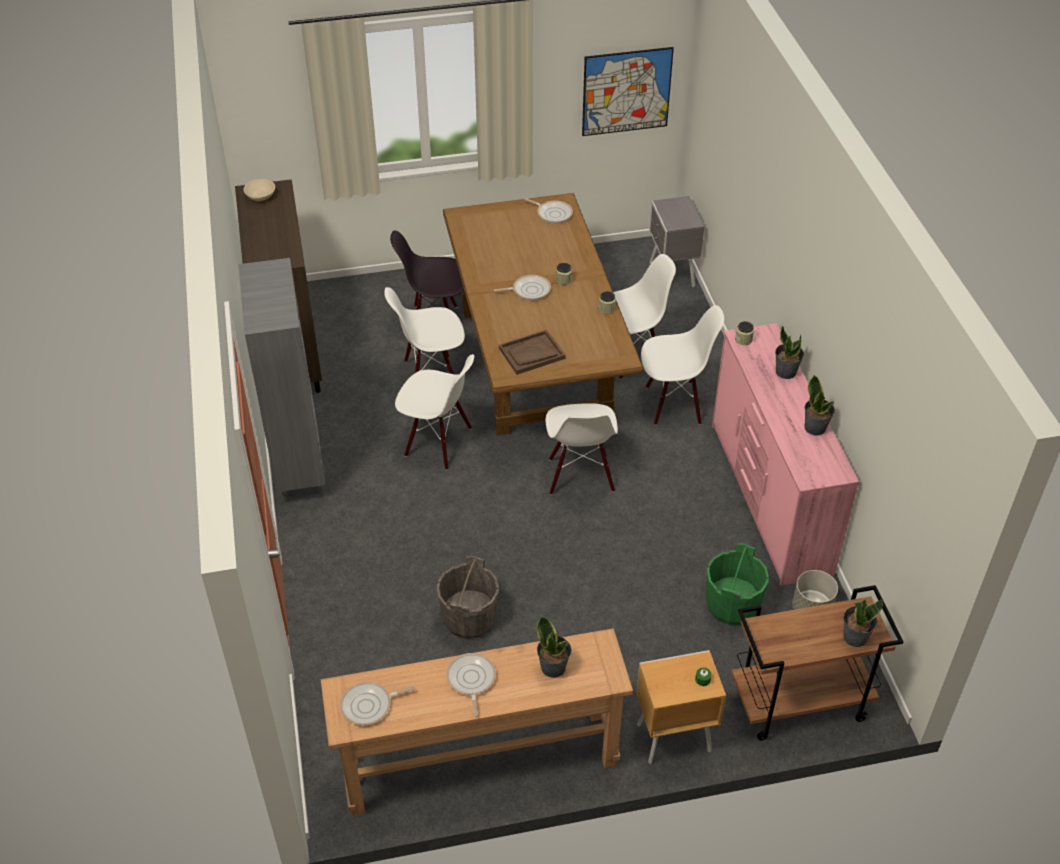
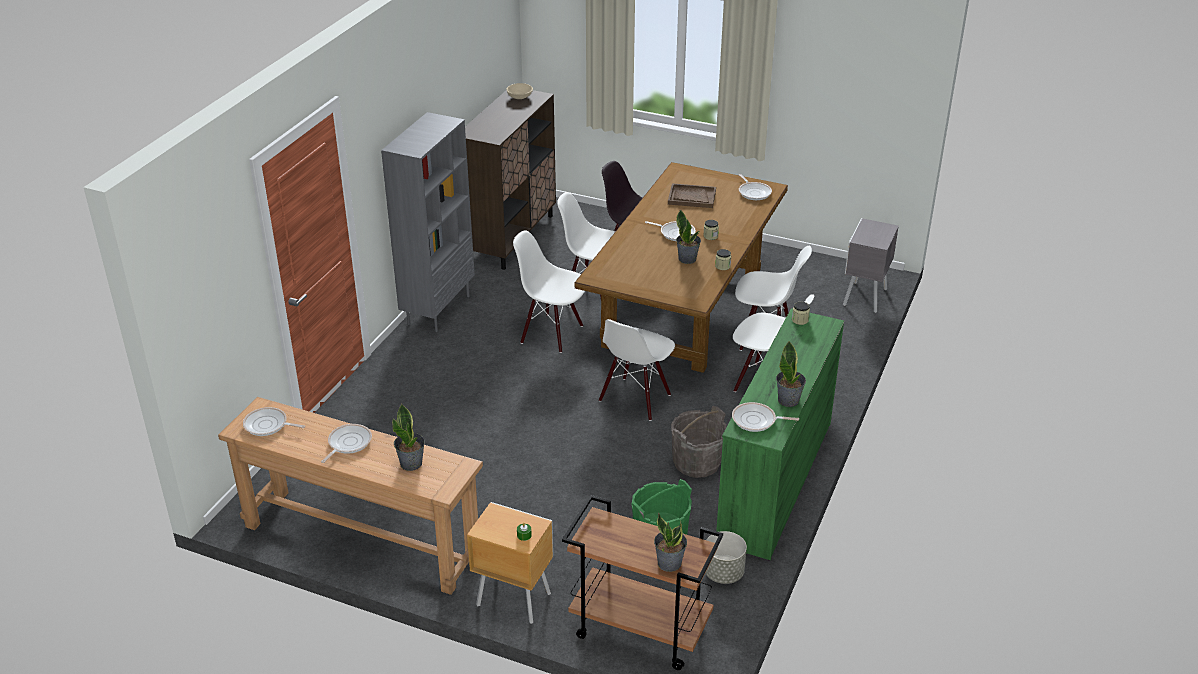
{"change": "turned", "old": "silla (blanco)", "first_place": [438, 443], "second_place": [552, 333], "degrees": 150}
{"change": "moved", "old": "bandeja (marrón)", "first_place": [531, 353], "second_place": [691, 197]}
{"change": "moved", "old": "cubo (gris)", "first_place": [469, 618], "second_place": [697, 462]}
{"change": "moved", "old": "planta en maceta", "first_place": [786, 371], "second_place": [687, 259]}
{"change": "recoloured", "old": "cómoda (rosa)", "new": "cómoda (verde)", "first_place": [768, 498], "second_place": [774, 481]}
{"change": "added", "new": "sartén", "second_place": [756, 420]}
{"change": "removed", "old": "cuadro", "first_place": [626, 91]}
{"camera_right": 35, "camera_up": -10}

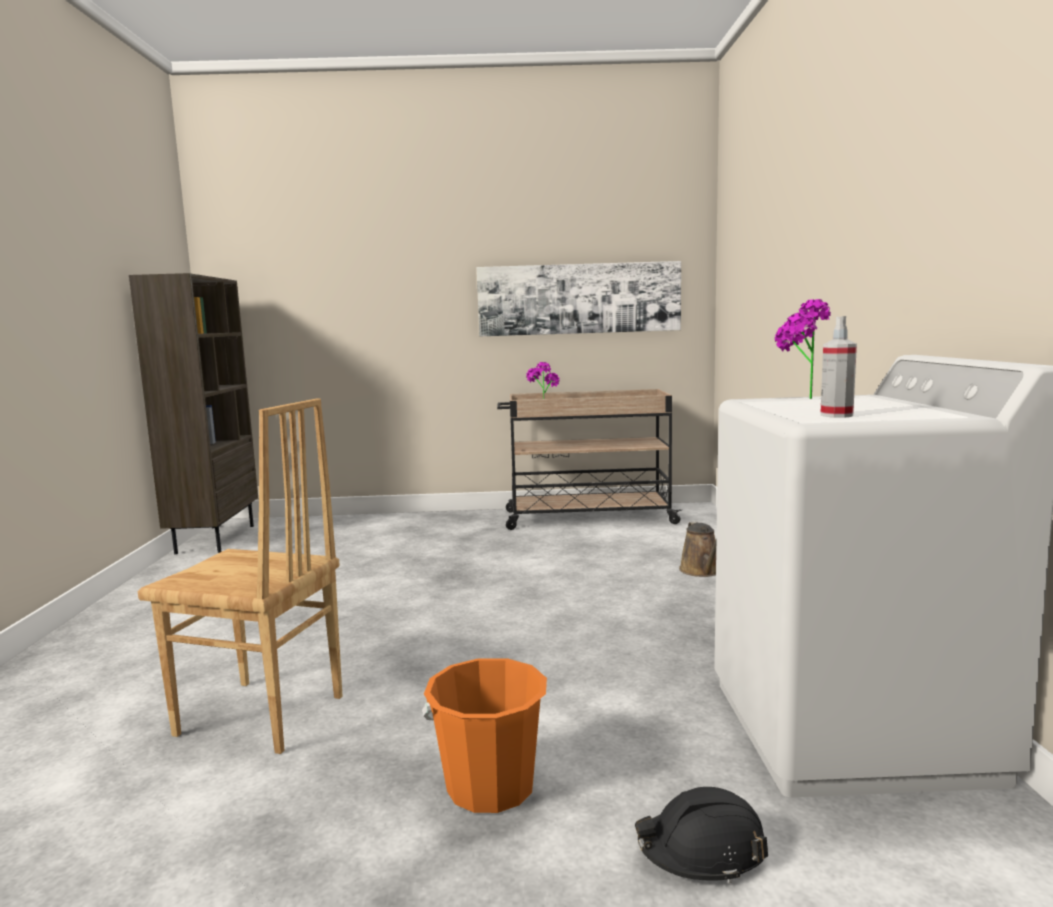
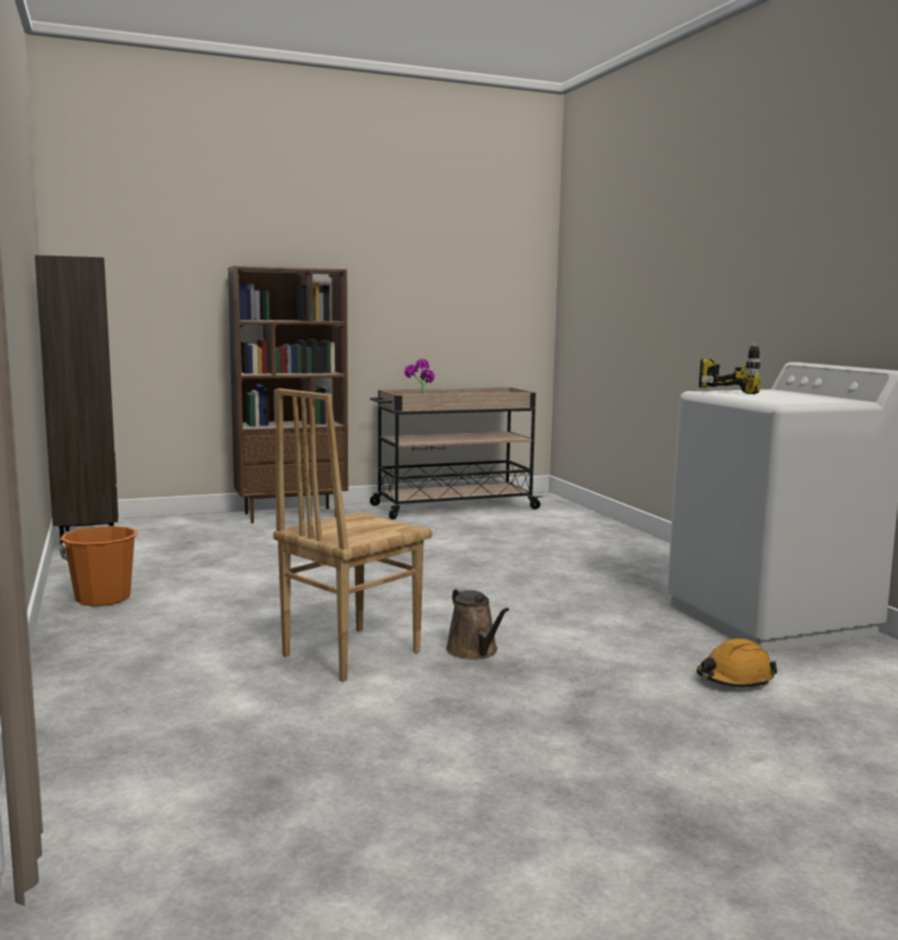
{"change": "moved", "old": "cubo (naranja)", "first_place": [490, 787], "second_place": [103, 598]}
{"change": "added", "new": "estantería (marrón)", "second_place": [291, 515]}
{"change": "turned", "old": "silla (marrón)", "first_place": [260, 717], "second_place": [349, 653], "degrees": 135}
{"change": "moved", "old": "regadera (marrón)", "first_place": [702, 571], "second_place": [474, 651]}
{"change": "recoloured", "old": "casco (negro)", "new": "casco (naranja)", "first_place": [702, 851], "second_place": [734, 679]}
{"change": "replaced", "old": "planta en maceta", "new": "taladro", "first_place": [798, 399], "second_place": [734, 391]}
{"change": "removed", "old": "cuadro", "first_place": [579, 299]}
{"change": "removed", "old": "pulverizador", "first_place": [836, 415]}
{"camera_right": -20, "camera_up": 0}

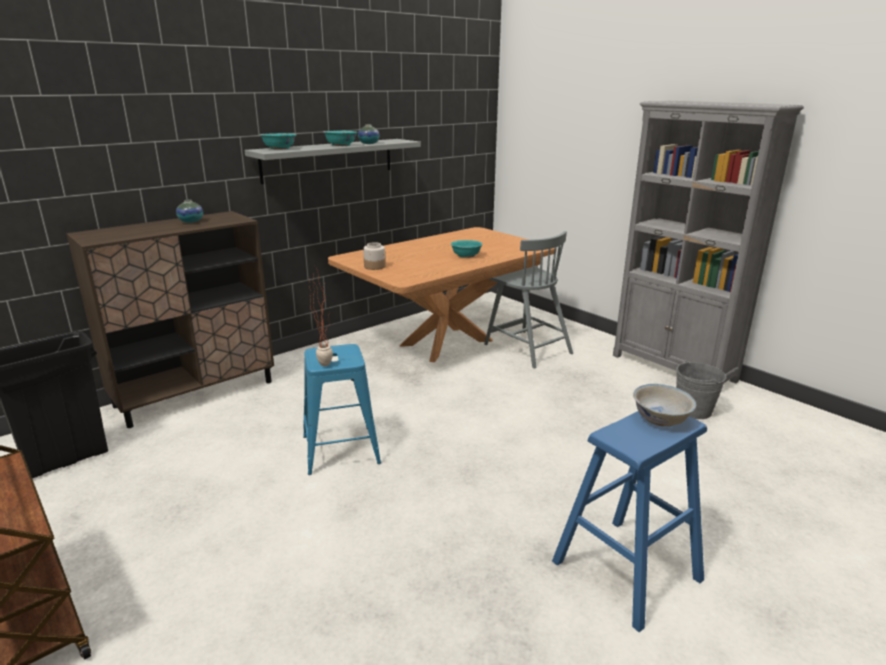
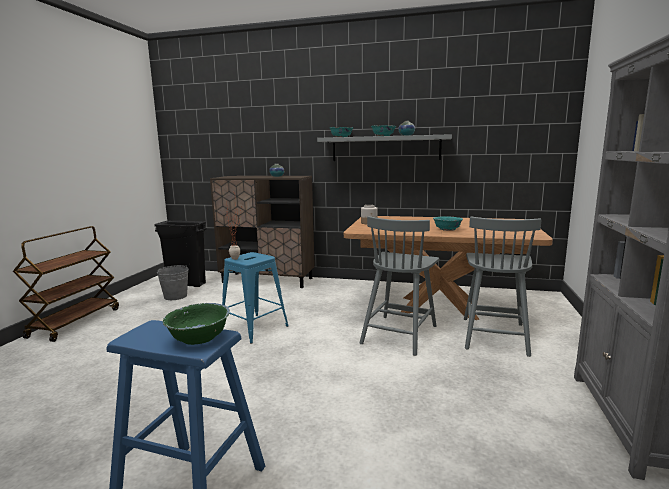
{"change": "moved", "old": "cubo (gris)", "first_place": [693, 410], "second_place": [175, 296]}
{"change": "recoloured", "old": "cuenco (blanco)", "new": "cuenco (verde)", "first_place": [660, 418], "second_place": [199, 337]}
{"change": "added", "new": "silla (gris)", "second_place": [399, 333]}
{"camera_right": 55, "camera_up": -10}

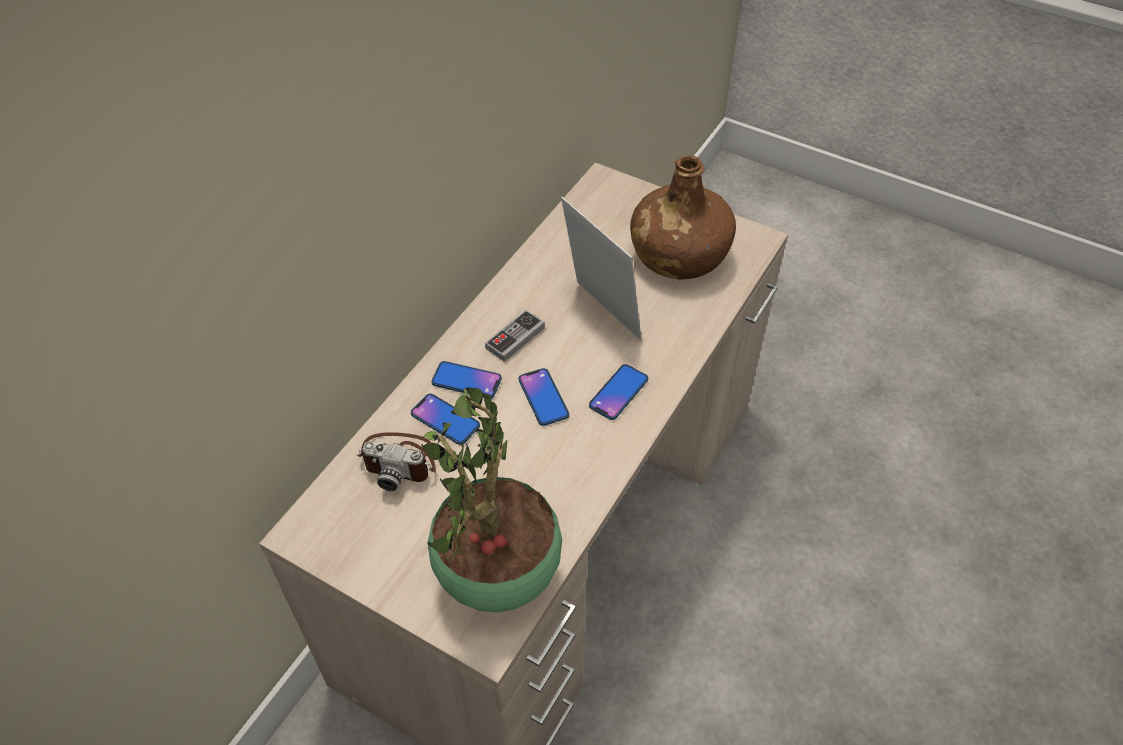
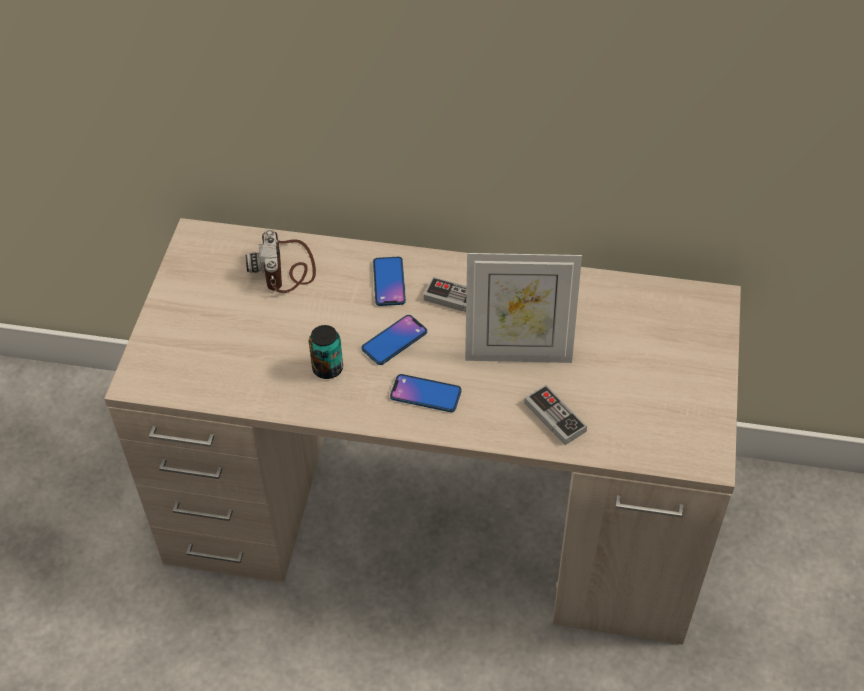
{"change": "added", "new": "lata", "second_place": [327, 368]}
{"change": "turned", "old": "portarretratos", "first_place": [600, 314], "second_place": [518, 352], "degrees": 60}
{"change": "added", "new": "mando de consola", "second_place": [555, 417]}
{"change": "removed", "old": "móvil", "first_place": [445, 420]}
{"change": "removed", "old": "planta en maceta", "first_place": [498, 578]}
{"change": "removed", "old": "botella (marrón)", "first_place": [678, 255]}
{"camera_right": 70, "camera_up": 0}

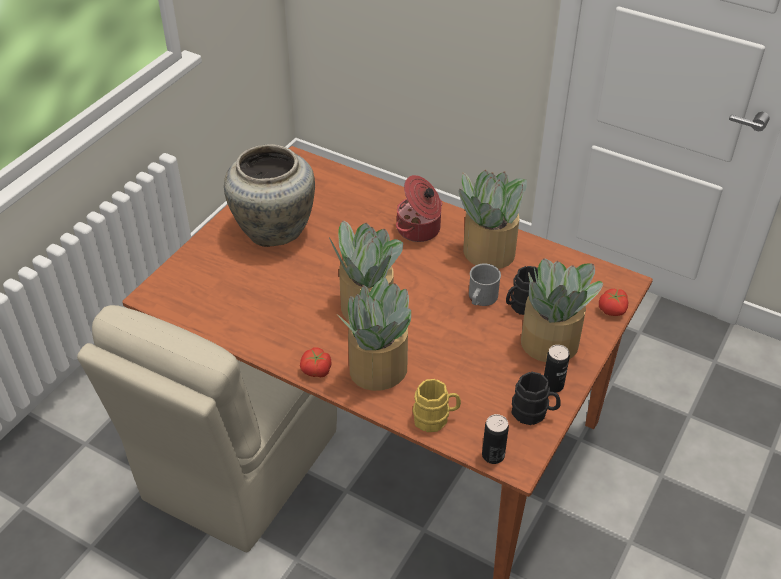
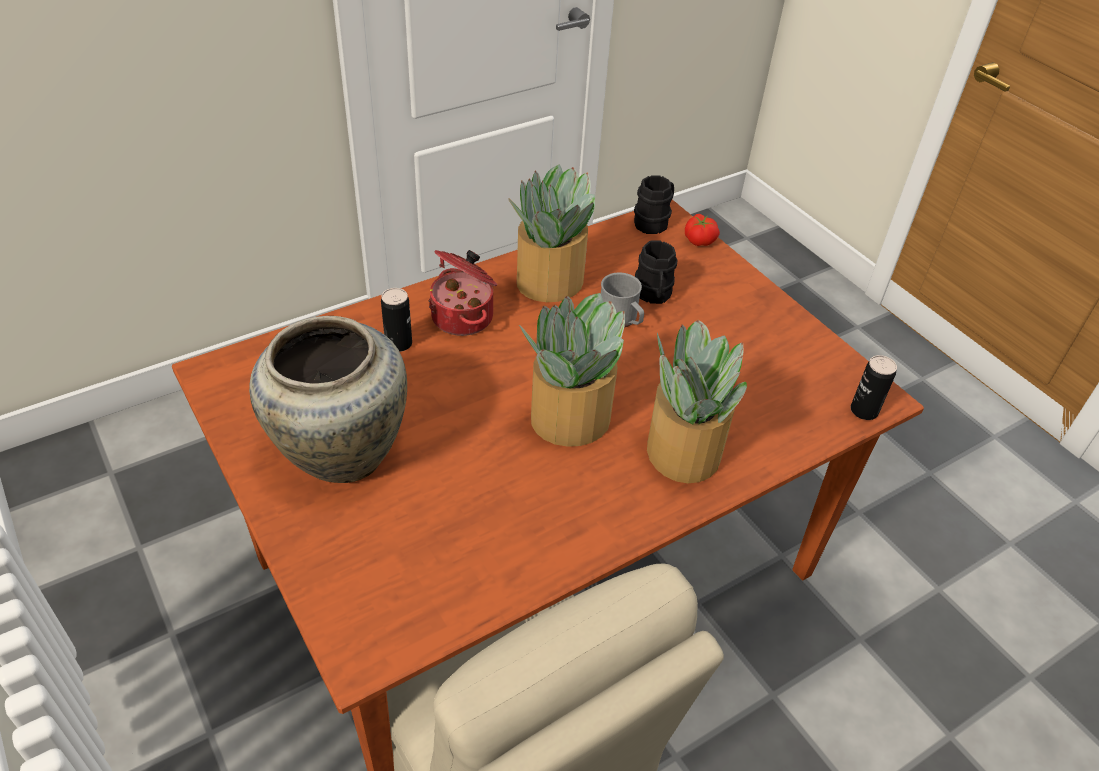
{"change": "moved", "old": "lata", "first_place": [553, 385], "second_place": [398, 344]}
{"change": "moved", "old": "taza grande (negro)", "first_place": [534, 413], "second_place": [654, 222]}
{"change": "removed", "old": "tomate", "first_place": [316, 370]}
{"change": "removed", "old": "taza grande (amarillo)", "first_place": [436, 418]}
{"change": "removed", "old": "planta en maceta", "first_place": [551, 343]}
{"camera_right": -65, "camera_up": 0}

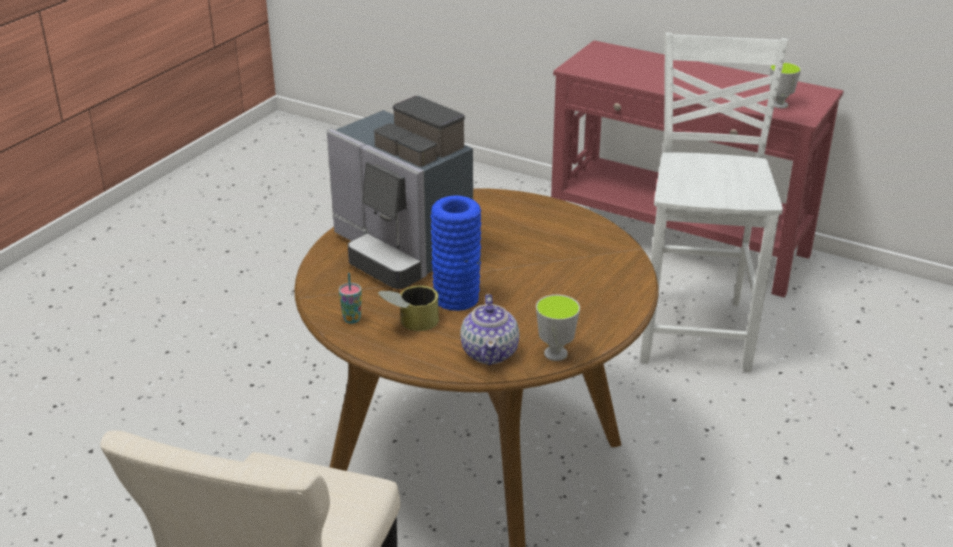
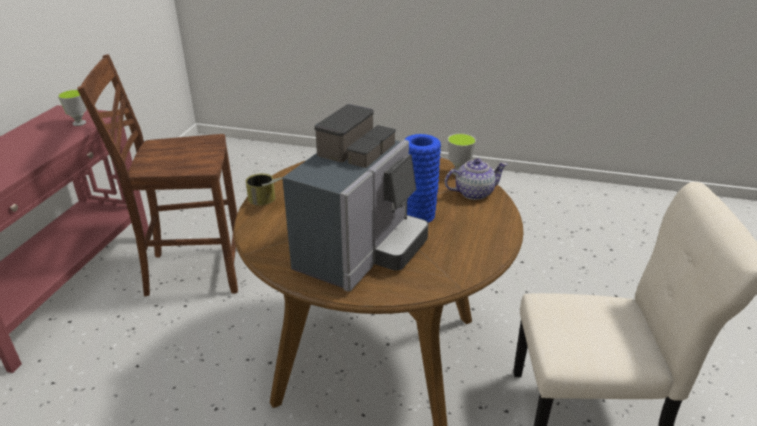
{"change": "recoloured", "old": "silla (blanco)", "new": "silla (marrón)", "first_place": [696, 330], "second_place": [193, 271]}
{"change": "moved", "old": "lata", "first_place": [409, 324], "second_place": [267, 201]}
{"change": "removed", "old": "taza", "first_place": [352, 319]}
{"camera_right": -105, "camera_up": 0}

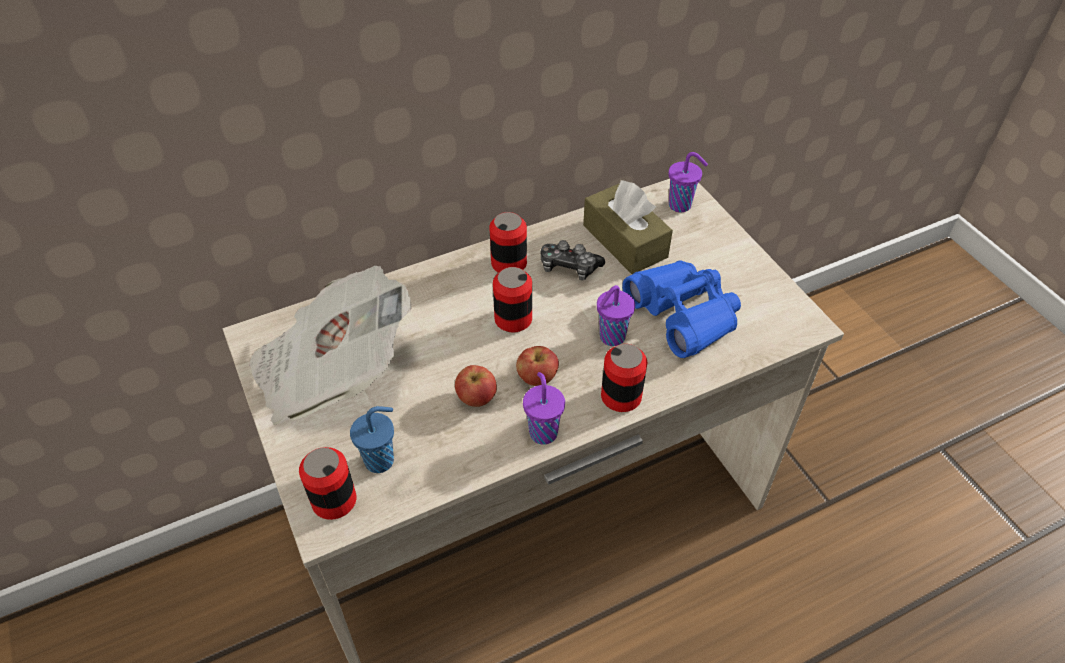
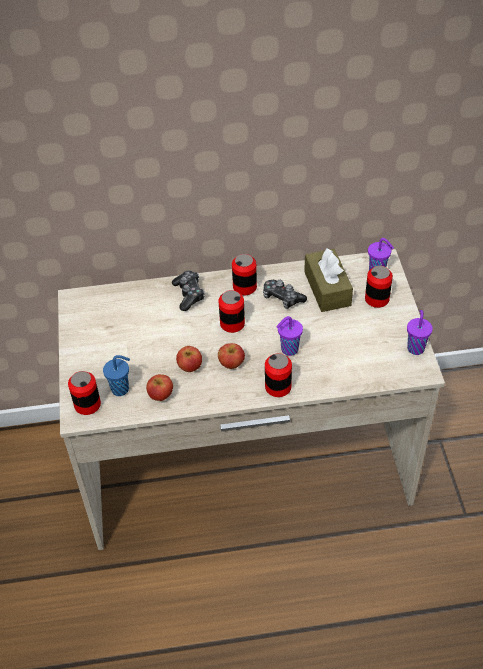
{"change": "added", "new": "manzana", "second_place": [161, 395]}
{"change": "added", "new": "mando de consola", "second_place": [189, 294]}
{"change": "added", "new": "lata", "second_place": [377, 299]}
{"change": "moved", "old": "taza (morado)", "first_place": [543, 431], "second_place": [415, 347]}
{"change": "removed", "old": "periódico", "first_place": [333, 372]}
{"change": "removed", "old": "prismáticos (azul)", "first_place": [683, 315]}
{"camera_right": 20, "camera_up": 0}

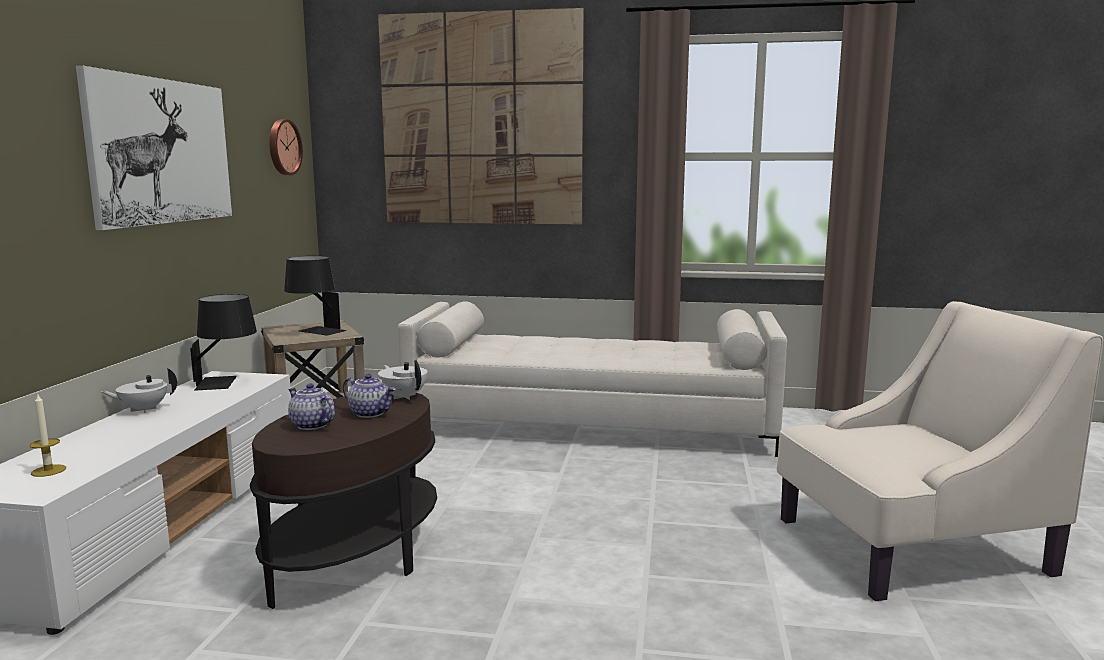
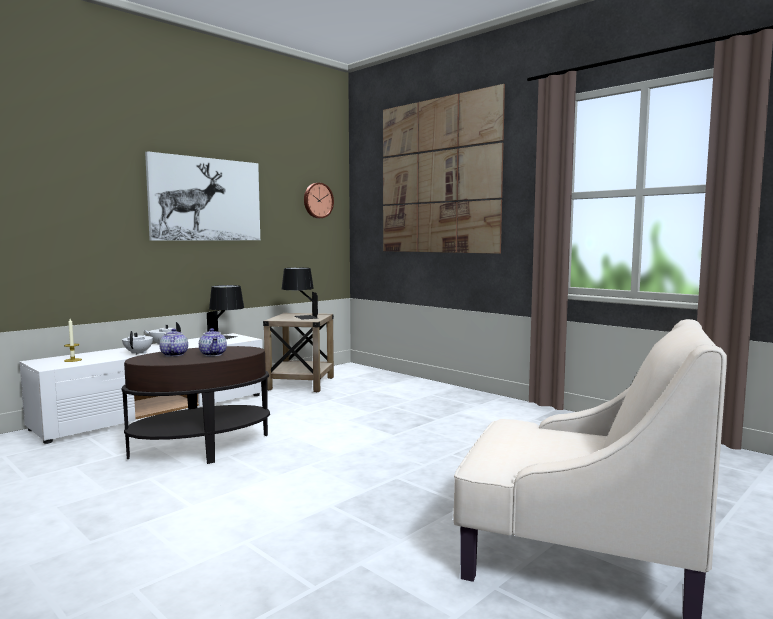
{"change": "moved", "old": "tetera (blanco)", "first_place": [404, 396], "second_place": [138, 353]}
{"change": "removed", "old": "sofá (blanco)", "first_place": [592, 425]}
{"camera_right": 35, "camera_up": -5}

